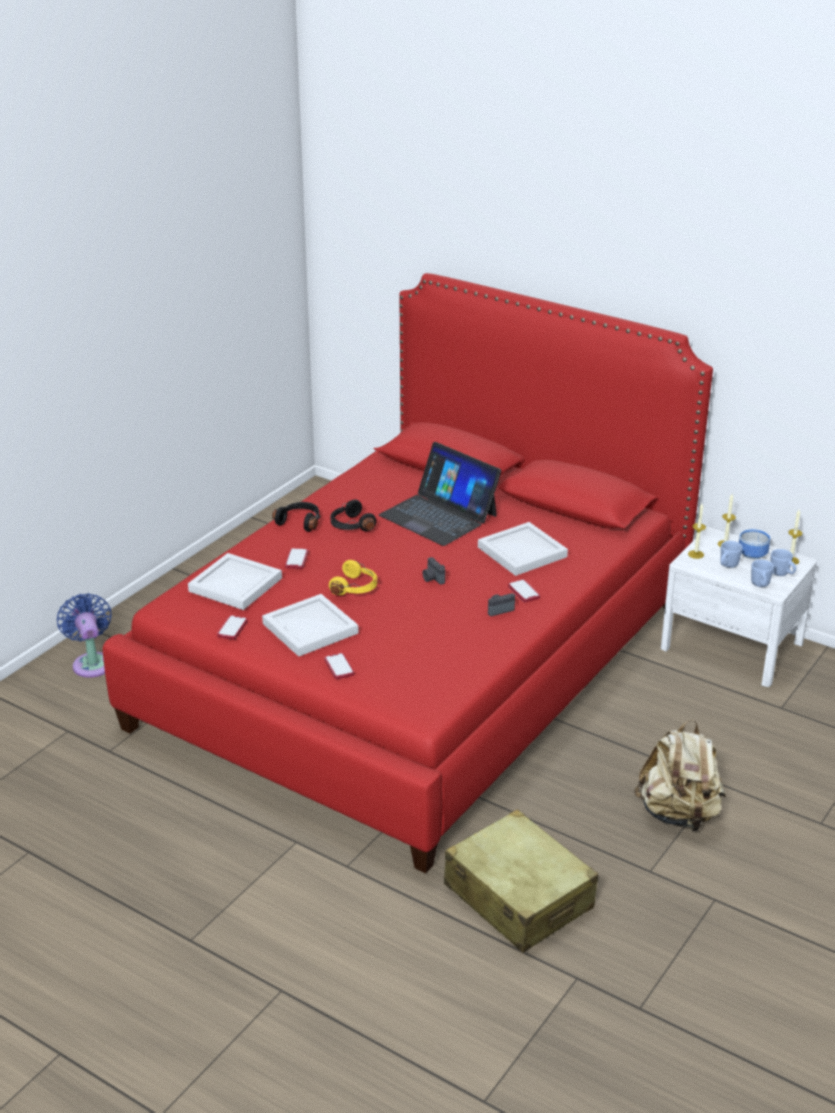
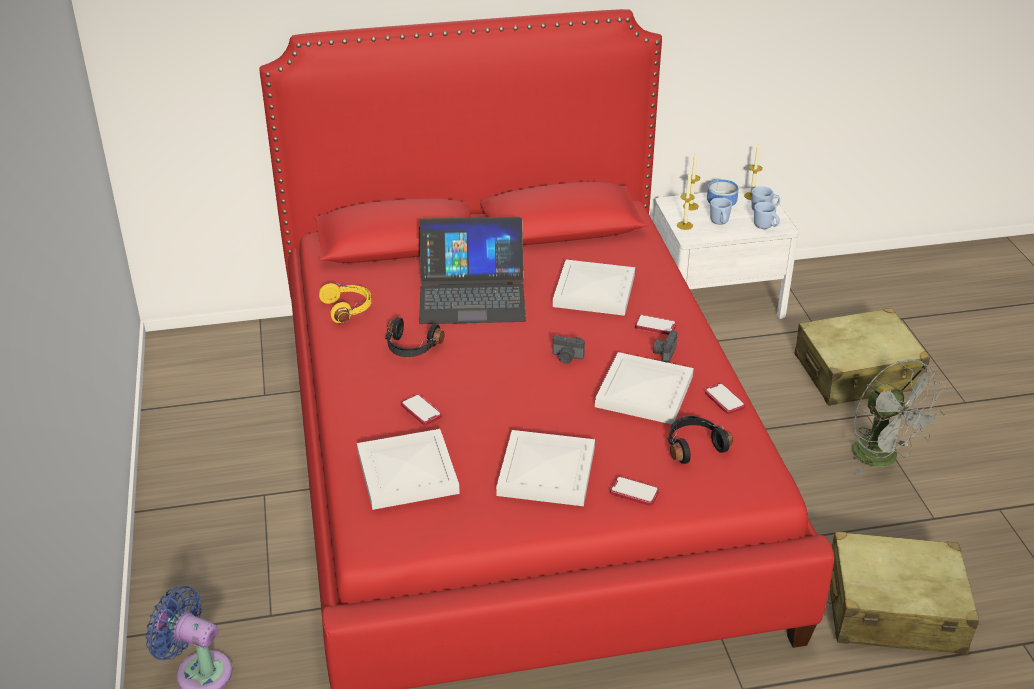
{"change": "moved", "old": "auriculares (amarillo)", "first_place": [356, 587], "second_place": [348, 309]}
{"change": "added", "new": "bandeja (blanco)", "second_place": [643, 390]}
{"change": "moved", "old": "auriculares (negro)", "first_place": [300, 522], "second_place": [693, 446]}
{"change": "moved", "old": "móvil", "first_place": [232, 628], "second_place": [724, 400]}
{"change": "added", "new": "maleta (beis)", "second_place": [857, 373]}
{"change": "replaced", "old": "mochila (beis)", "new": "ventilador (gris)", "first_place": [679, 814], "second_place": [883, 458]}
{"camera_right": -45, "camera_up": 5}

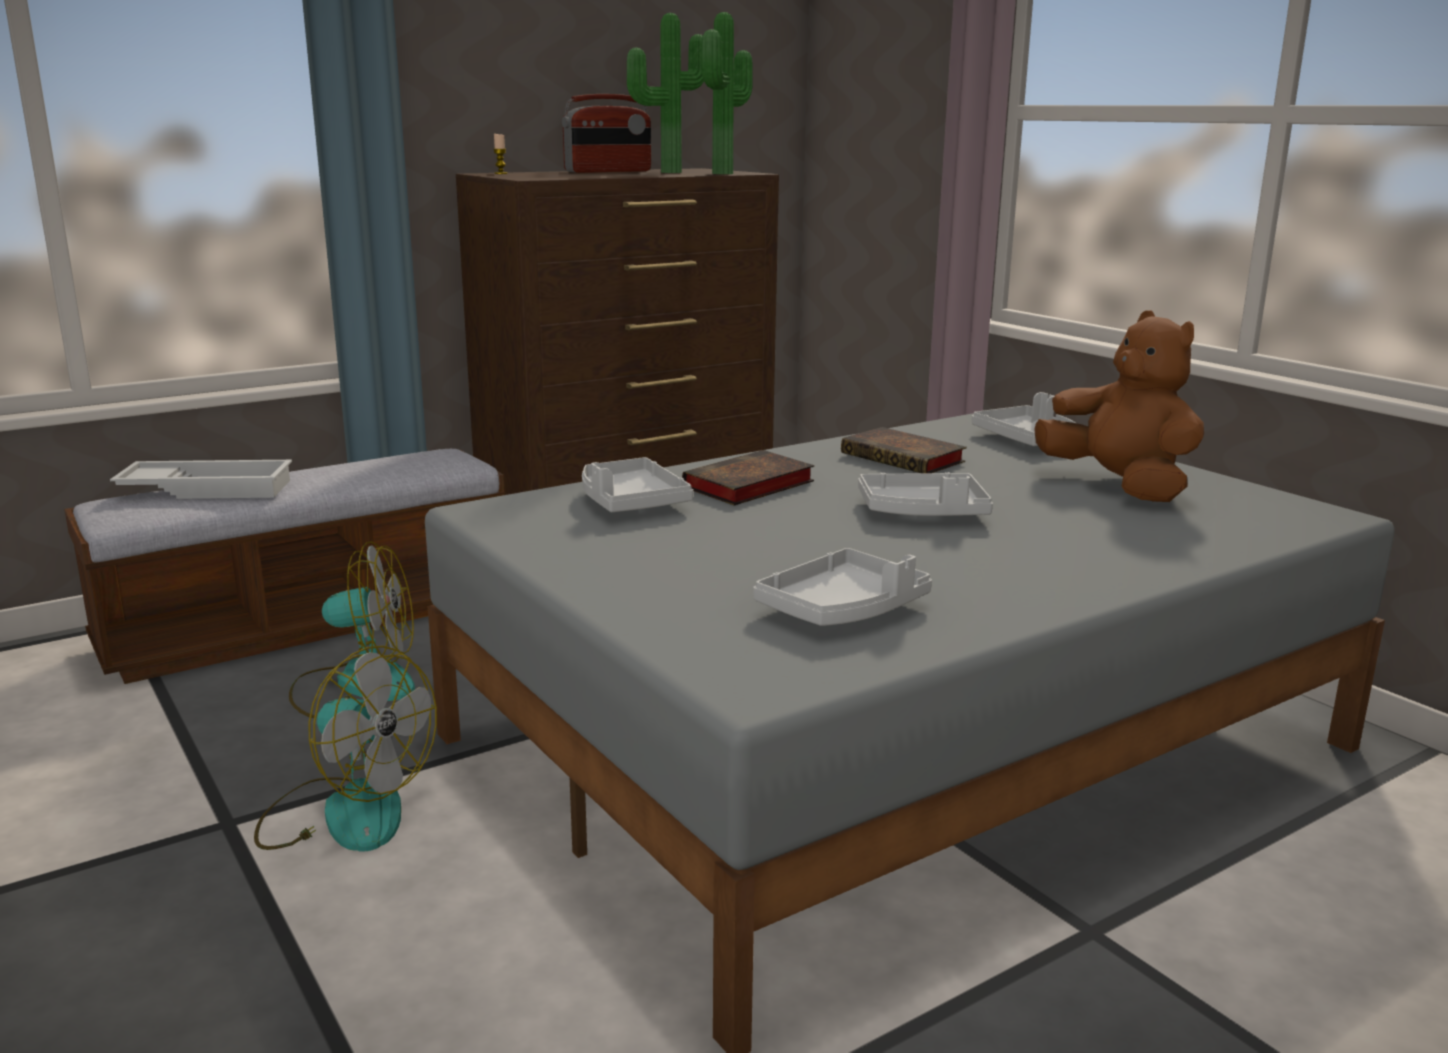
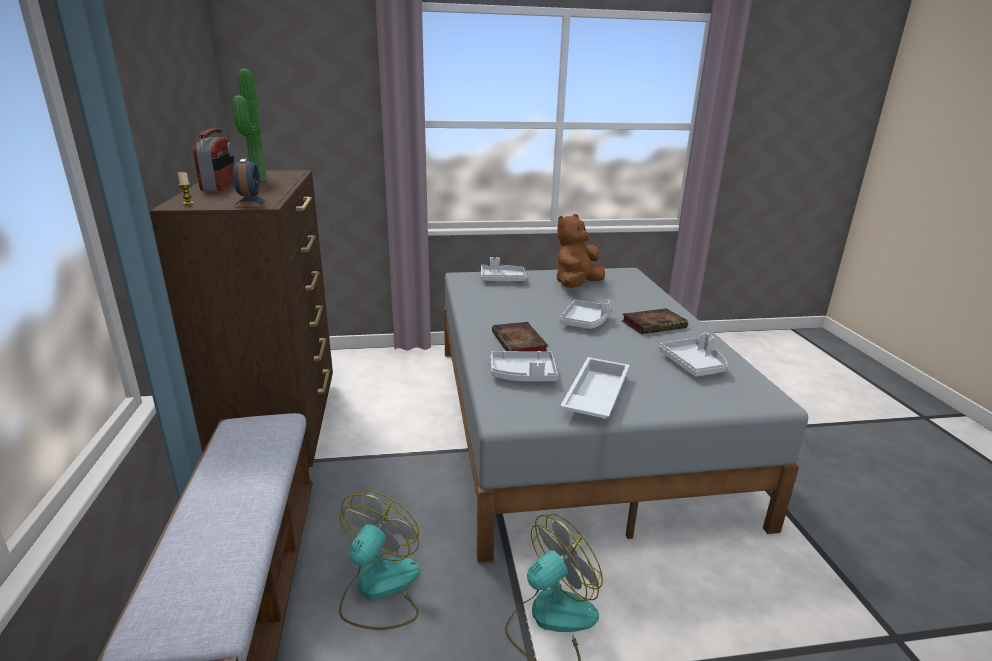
{"change": "added", "new": "despertador", "second_place": [250, 203]}
{"change": "turned", "old": "peluche (marrón)", "first_place": [1119, 486], "second_place": [576, 285], "degrees": -45}
{"change": "moved", "old": "bandeja (blanco)", "first_place": [209, 489], "second_place": [594, 396]}
{"change": "moved", "old": "libro", "first_place": [905, 459], "second_place": [654, 324]}
{"change": "removed", "old": "planta en maceta", "first_place": [726, 173]}
{"camera_right": -65, "camera_up": 5}

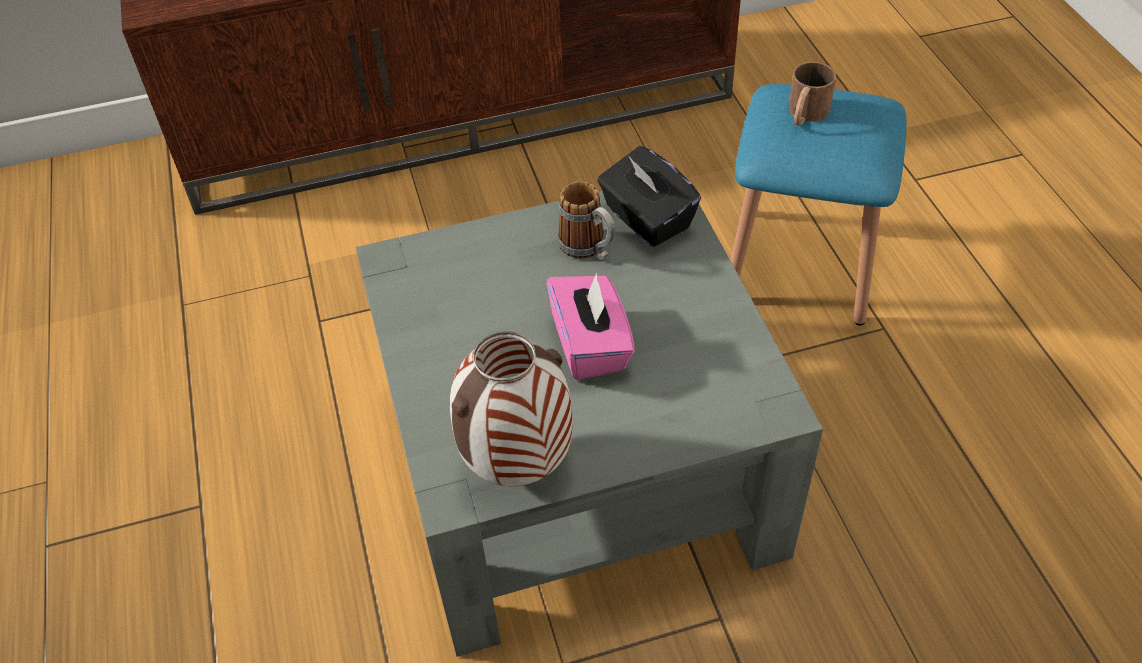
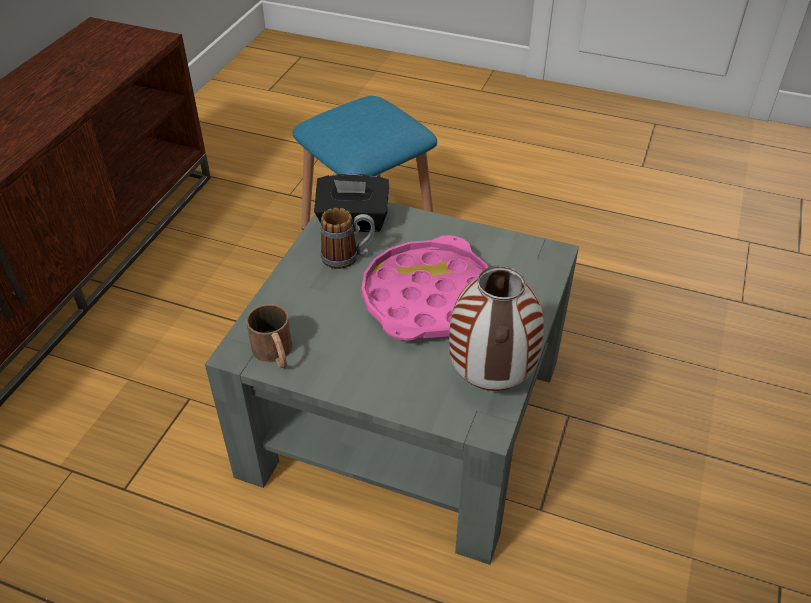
{"change": "moved", "old": "taza grande (marrón)", "first_place": [805, 114], "second_place": [275, 354]}
{"change": "replaced", "old": "caja de pañuelos (rosa)", "new": "bandeja (rosa)", "first_place": [591, 345], "second_place": [427, 298]}
{"camera_right": -55, "camera_up": -5}

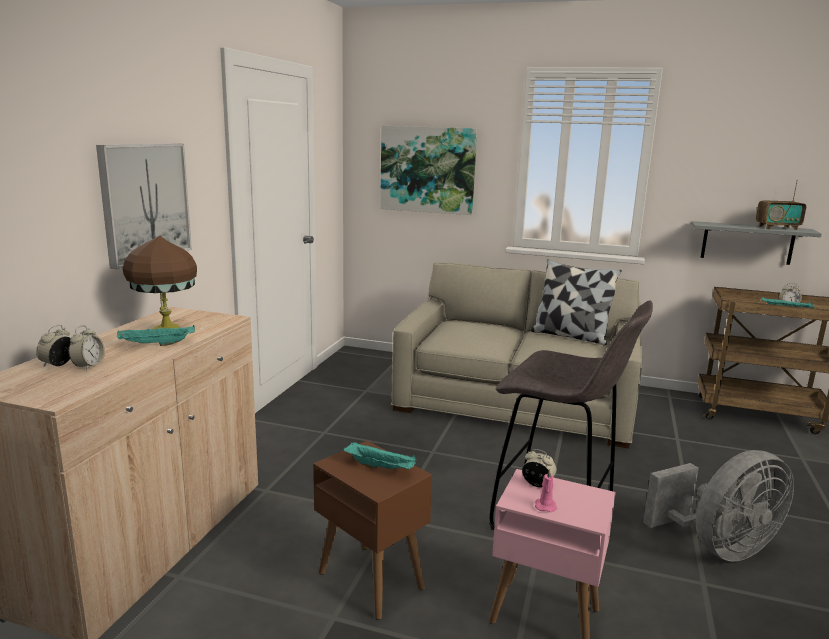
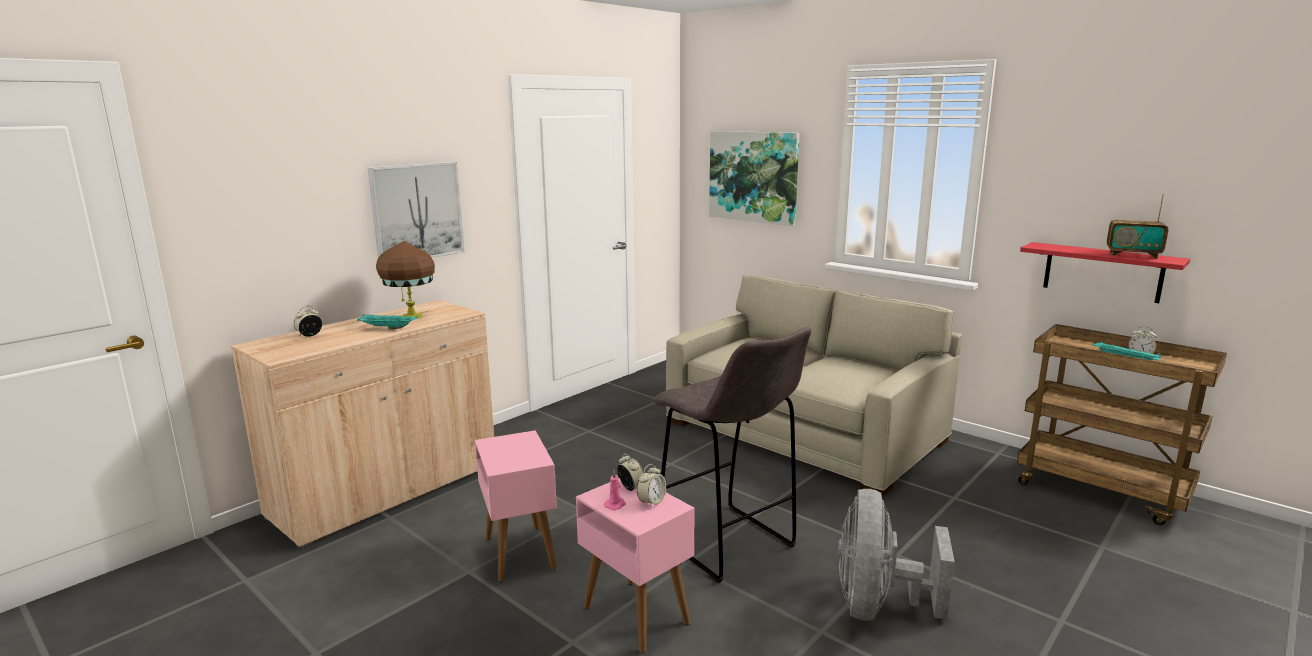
{"change": "recoloured", "old": "mesa auxiliar (marrón)", "new": "mesa auxiliar (rosa)", "first_place": [369, 580], "second_place": [519, 552]}
{"change": "moved", "old": "despertador", "first_place": [88, 366], "second_place": [651, 502]}
{"change": "turned", "old": "ventilador (gris)", "first_place": [719, 547], "second_place": [877, 606], "degrees": 105}
{"change": "recoloured", "old": "estante (gris)", "new": "estante (rojo)", "first_place": [747, 243], "second_place": [1102, 272]}
{"change": "removed", "old": "bandeja (turquesa)", "first_place": [381, 467]}
{"change": "removed", "old": "cojín", "first_place": [570, 336]}
{"camera_right": 25, "camera_up": 0}

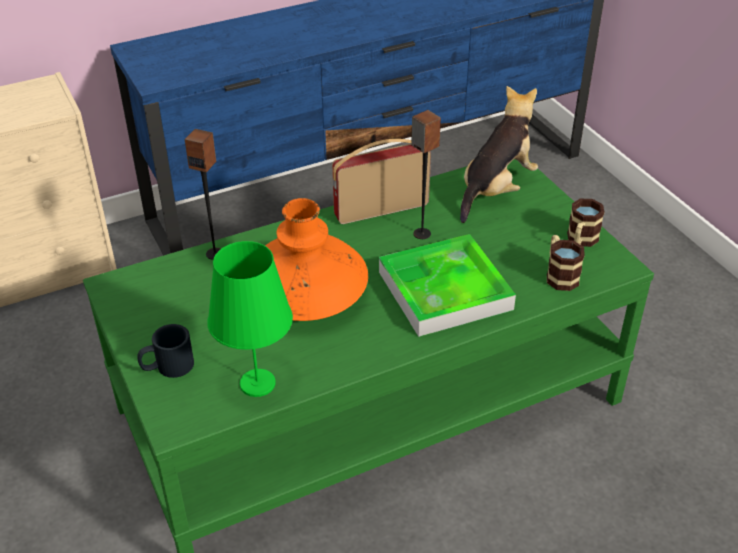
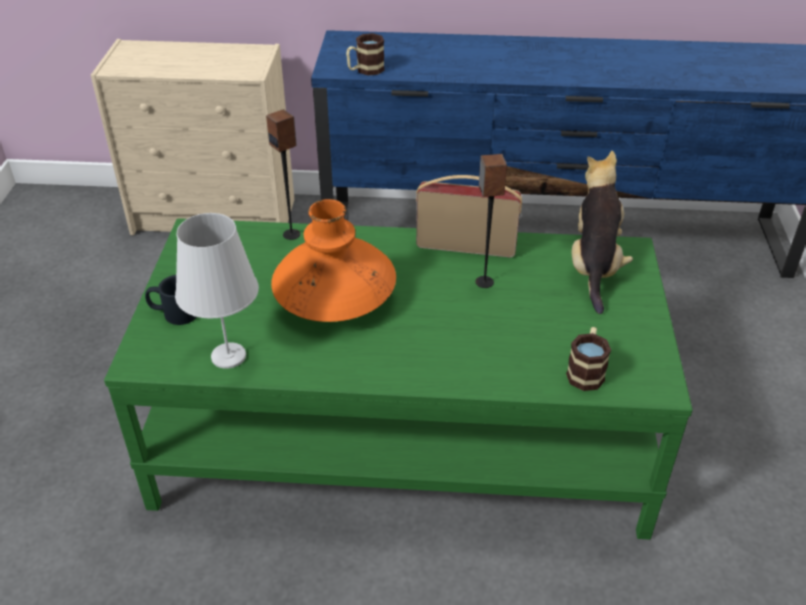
{"change": "recoloured", "old": "lámpara de mesa (verde)", "new": "lámpara de mesa (blanco)", "first_place": [257, 383], "second_place": [229, 356]}
{"change": "moved", "old": "taza grande", "first_place": [580, 241], "second_place": [365, 70]}
{"change": "turned", "old": "peluche", "first_place": [496, 189], "second_place": [594, 266], "degrees": -60}
{"change": "removed", "old": "bandeja", "first_place": [444, 290]}
{"camera_right": 30, "camera_up": 0}

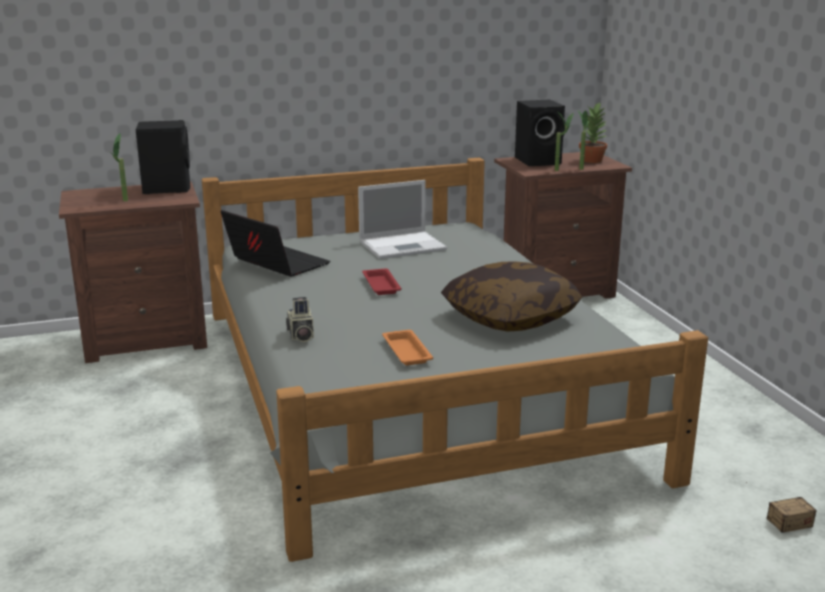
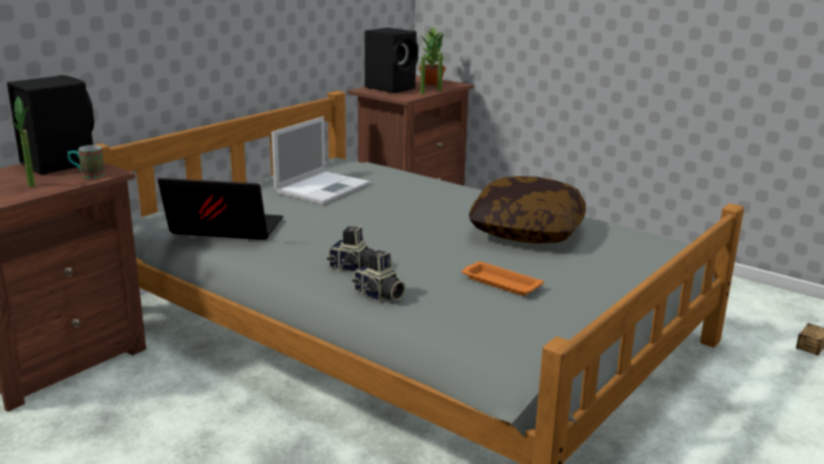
{"change": "added", "new": "taza grande", "second_place": [87, 175]}
{"change": "added", "new": "cámara", "second_place": [353, 268]}
{"change": "removed", "old": "bandeja (rojo)", "first_place": [381, 285]}
{"camera_right": -35, "camera_up": 0}

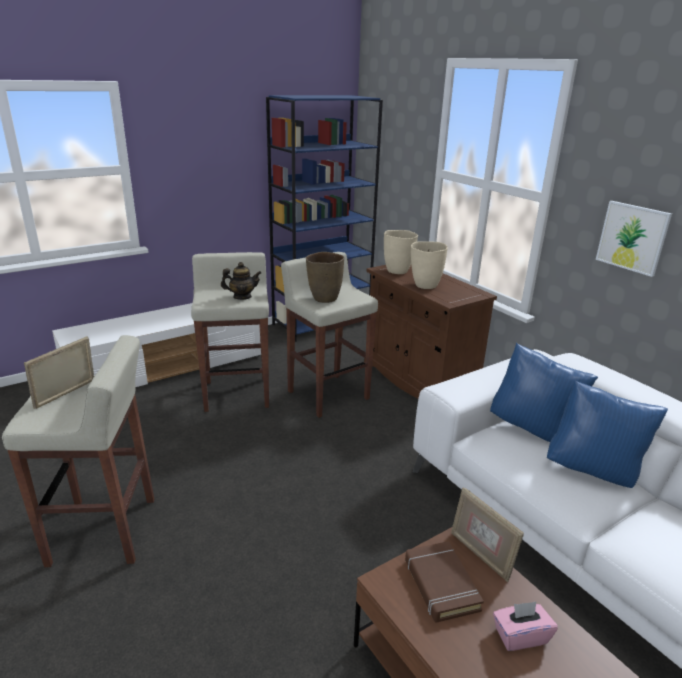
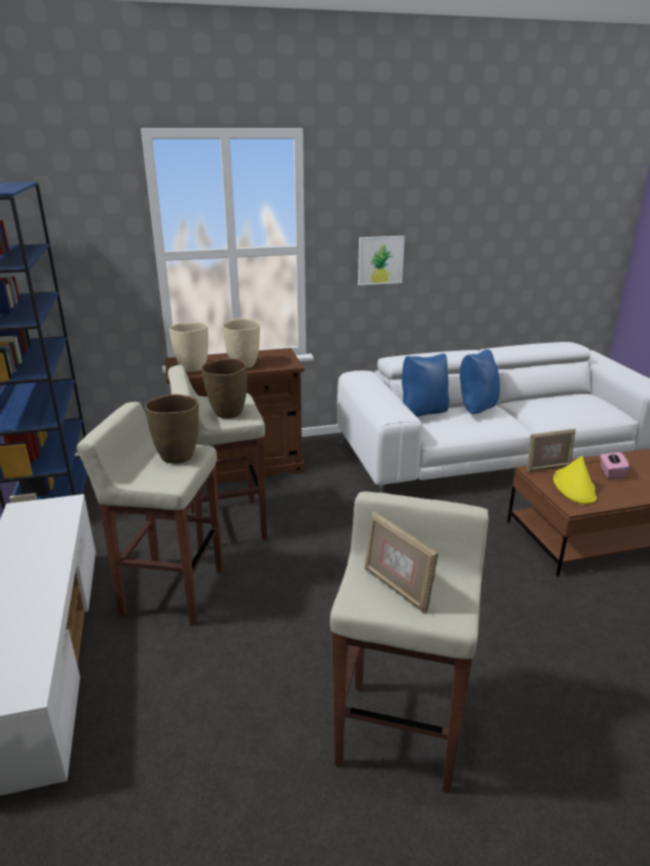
{"change": "replaced", "old": "tetera", "new": "florero (marrón)", "first_place": [242, 297], "second_place": [177, 456]}
{"change": "replaced", "old": "libro (marrón)", "new": "sombrero (amarillo)", "first_place": [440, 585], "second_place": [574, 487]}
{"camera_right": -70, "camera_up": 0}

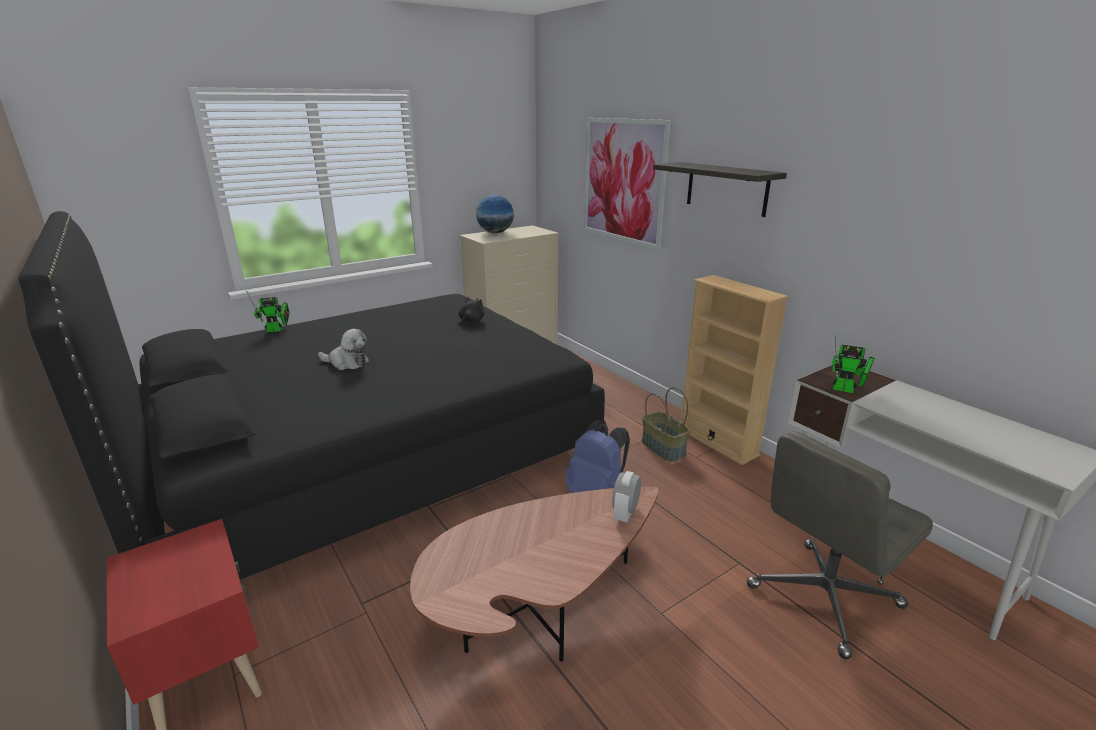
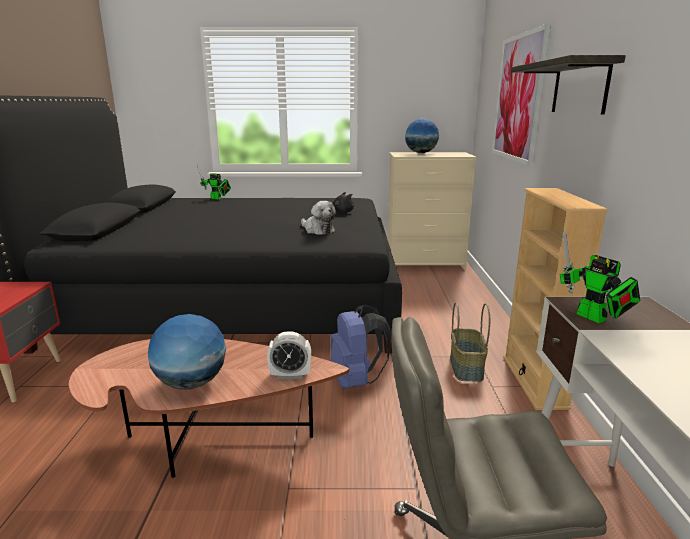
{"change": "added", "new": "globo terráqueo", "second_place": [191, 383]}
{"change": "turned", "old": "despertador", "first_place": [625, 513], "second_place": [290, 375], "degrees": -150}
{"change": "moved", "old": "peluche", "first_place": [347, 363], "second_place": [317, 230]}
{"camera_right": 35, "camera_up": -5}

